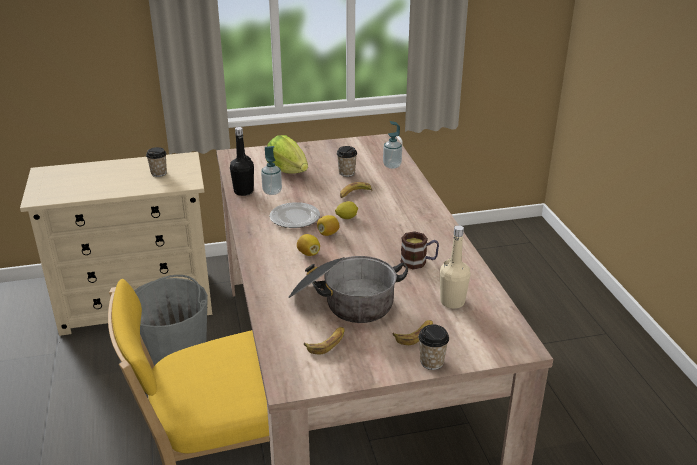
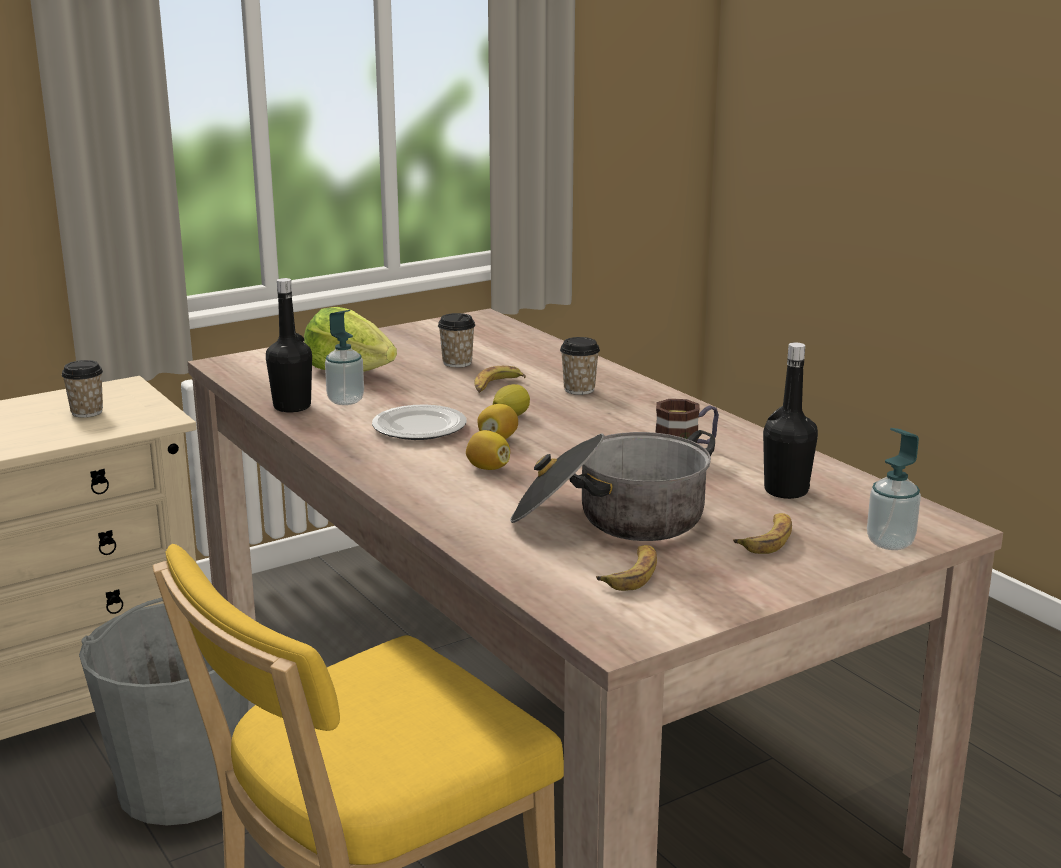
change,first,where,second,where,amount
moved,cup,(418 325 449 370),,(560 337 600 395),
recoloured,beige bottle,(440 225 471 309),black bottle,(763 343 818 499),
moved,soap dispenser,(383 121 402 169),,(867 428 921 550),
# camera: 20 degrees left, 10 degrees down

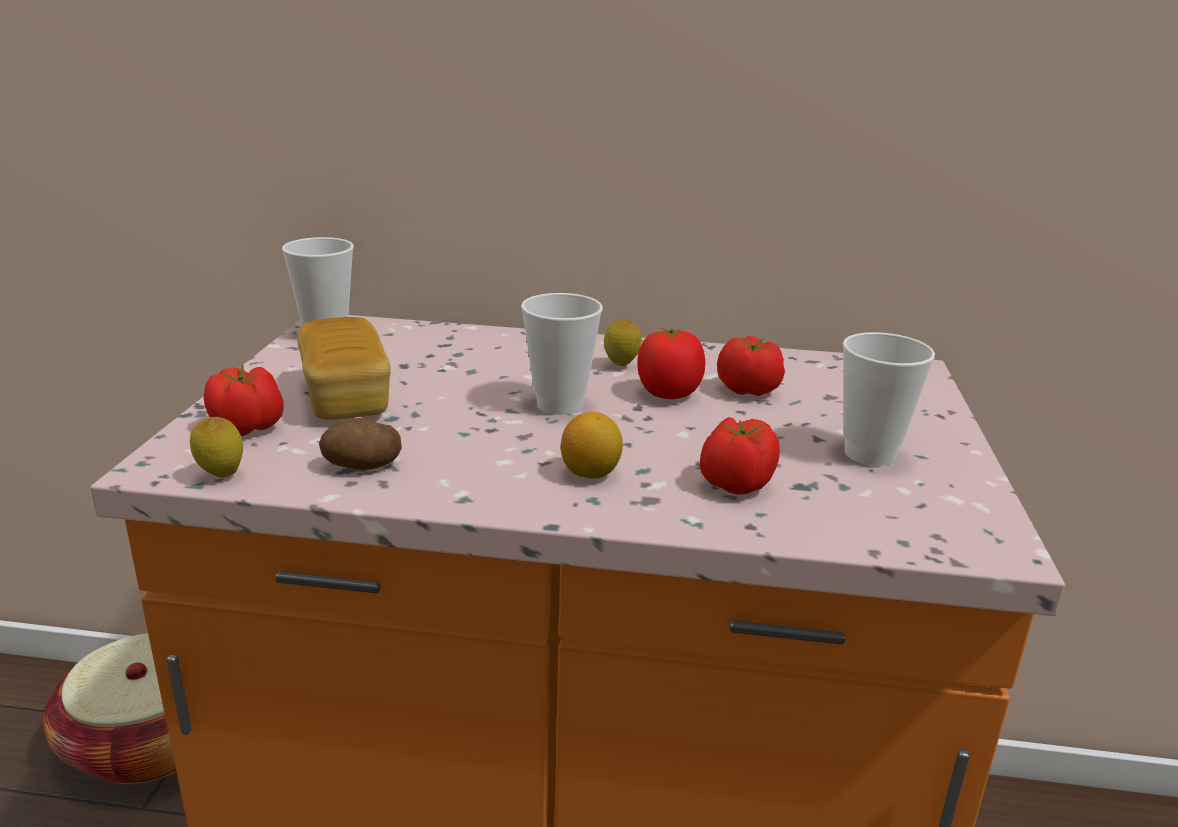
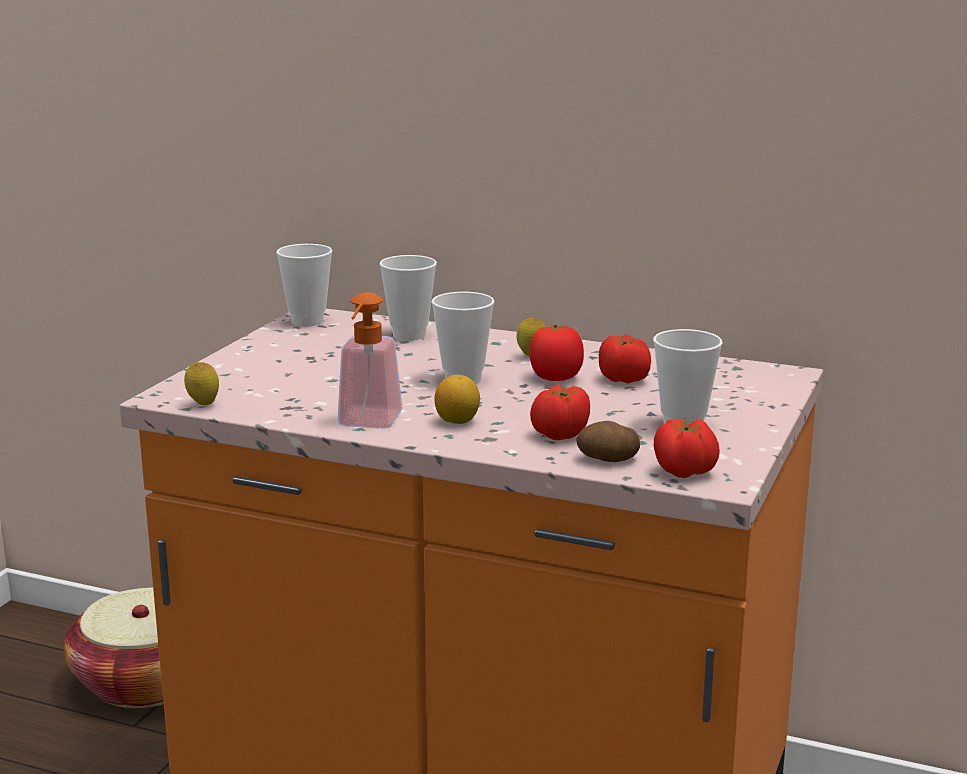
change,first,where,second,where,amount
added,,,soap dispenser,(338 292 403 429),
added,,,cup,(379 255 437 341),
moved,potato,(319 418 402 470),,(576 421 640 462),
moved,tomato,(204 365 284 436),,(654 418 720 478),
removed,bread,(297 317 391 420),,,
# camera: 15 degrees right, 5 degrees down

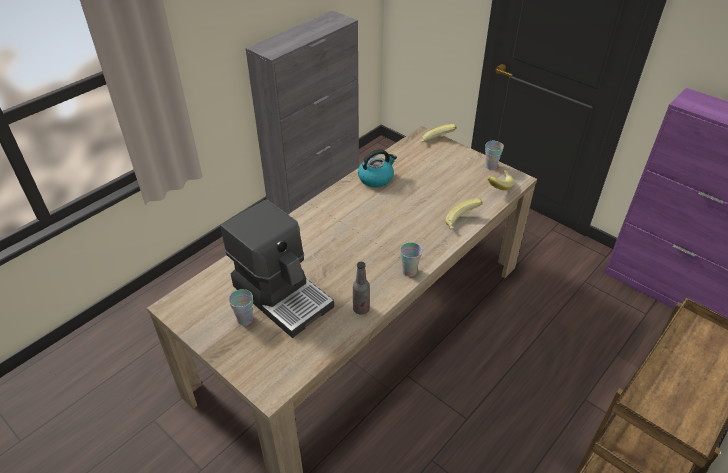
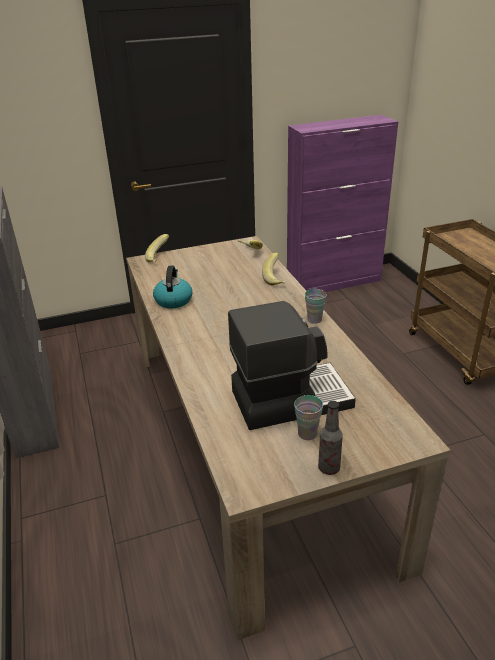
change,first,where,second,where,amount
moved,bottle,(353 262 370 315),,(318 401 343 475),
removed,cup,(485 141 504 170),,,
# camera: 60 degrees left, 10 degrees down

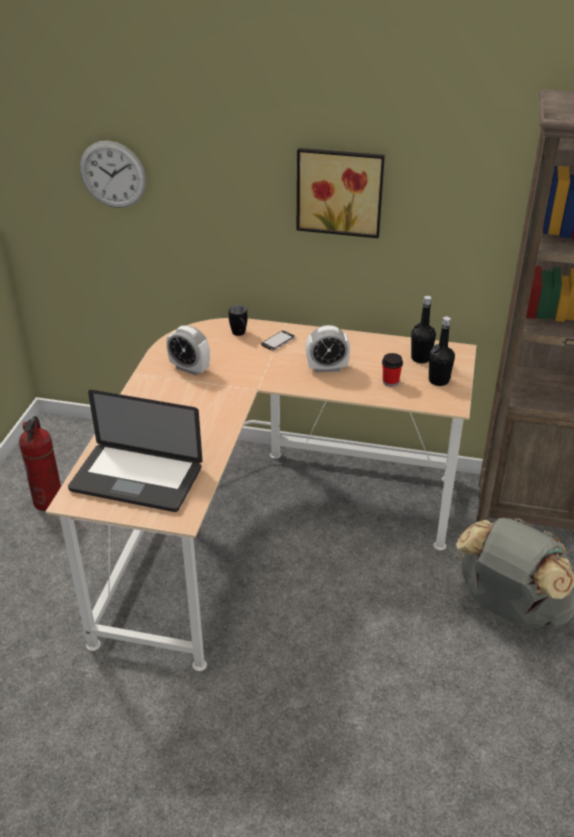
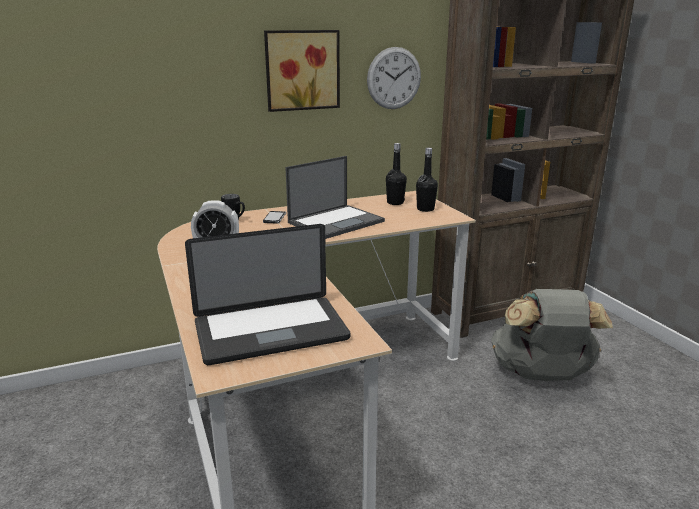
change,first,where,second,where,amount
replaced,alarm clock,(306 325 350 373),laptop,(285 156 385 239),
moved,wall clock,(80 141 146 208),,(367 47 421 109),
removed,fire extinguisher,(19 416 61 511),,,
removed,cup,(382 353 403 387),,,
# camera: 35 degrees left, 15 degrees down

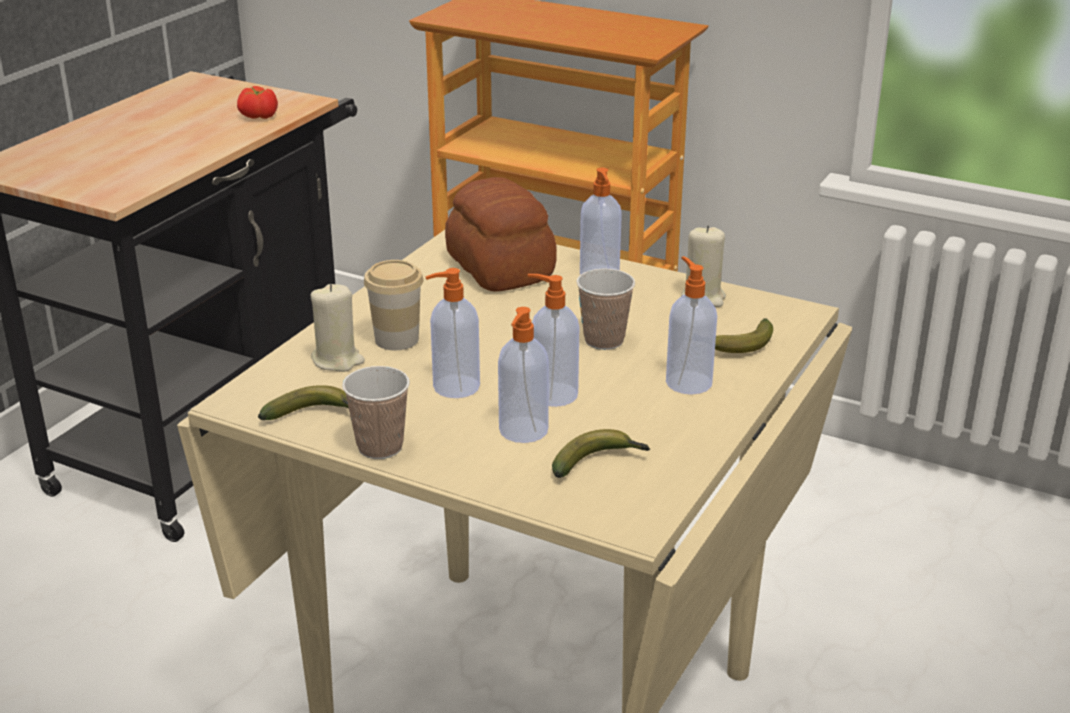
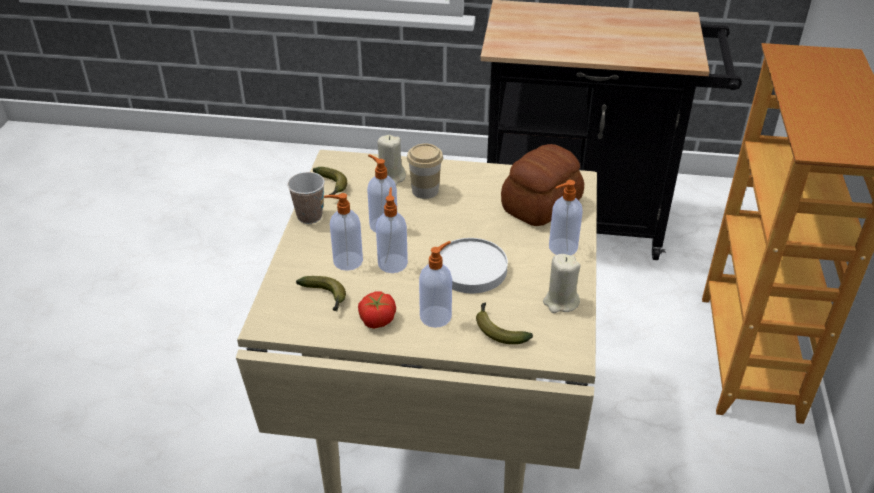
change,first,where,second,where,amount
moved,tomato,(237 86 278 119),,(358 291 396 329),
replaced,cup,(577 269 635 350),white plate,(440 238 508 293),
# camera: 70 degrees right, 10 degrees up

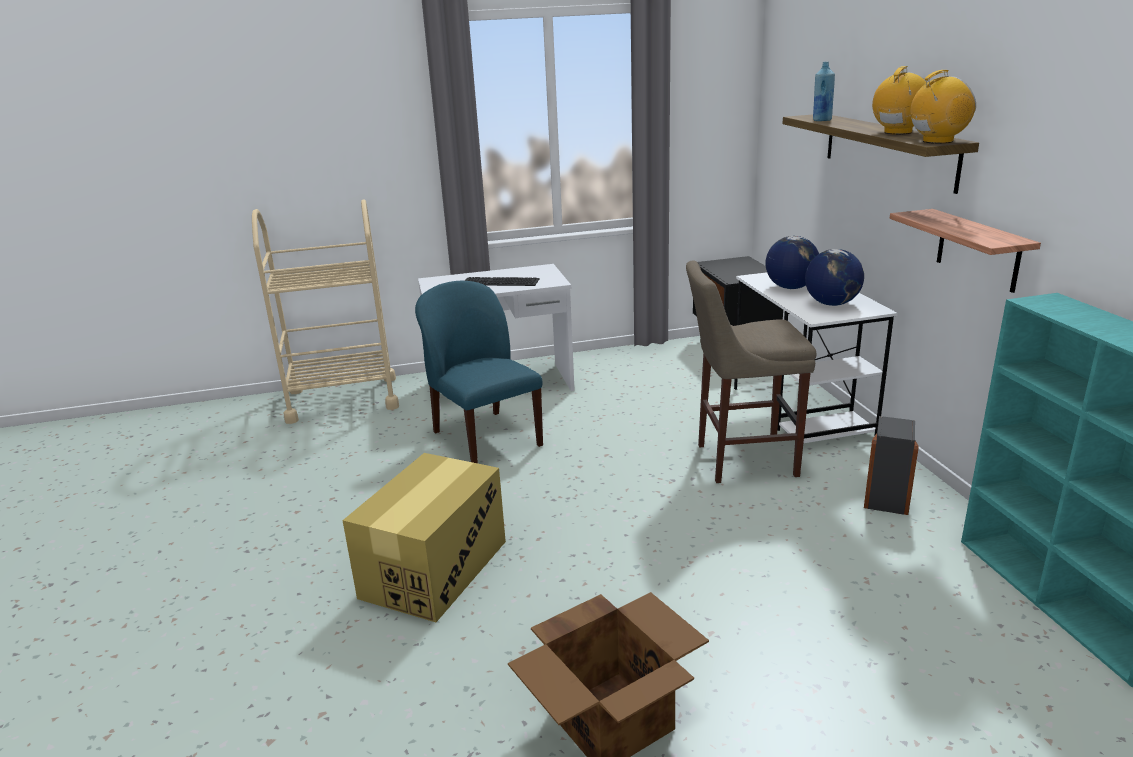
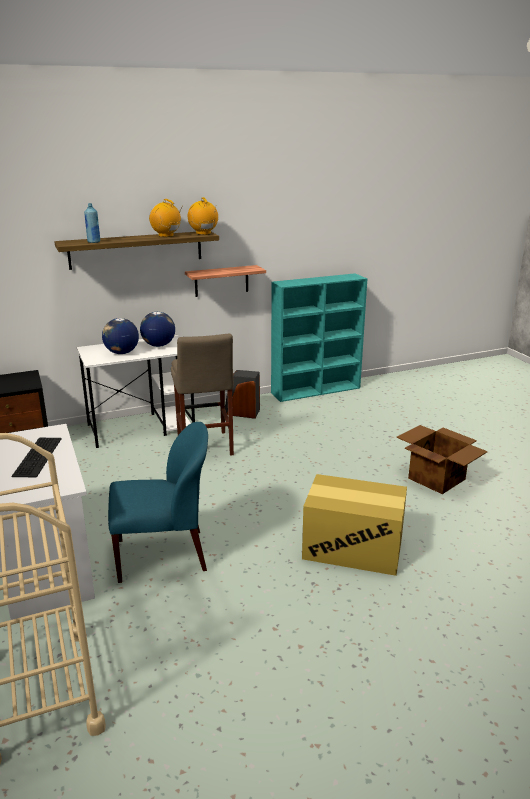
change,first,where,second,where,amount
turned,blue chair,(415 281 543 463),,(108 422 208 583),150 degrees counterclockwise
# camera: 100 degrees left, 0 degrees up

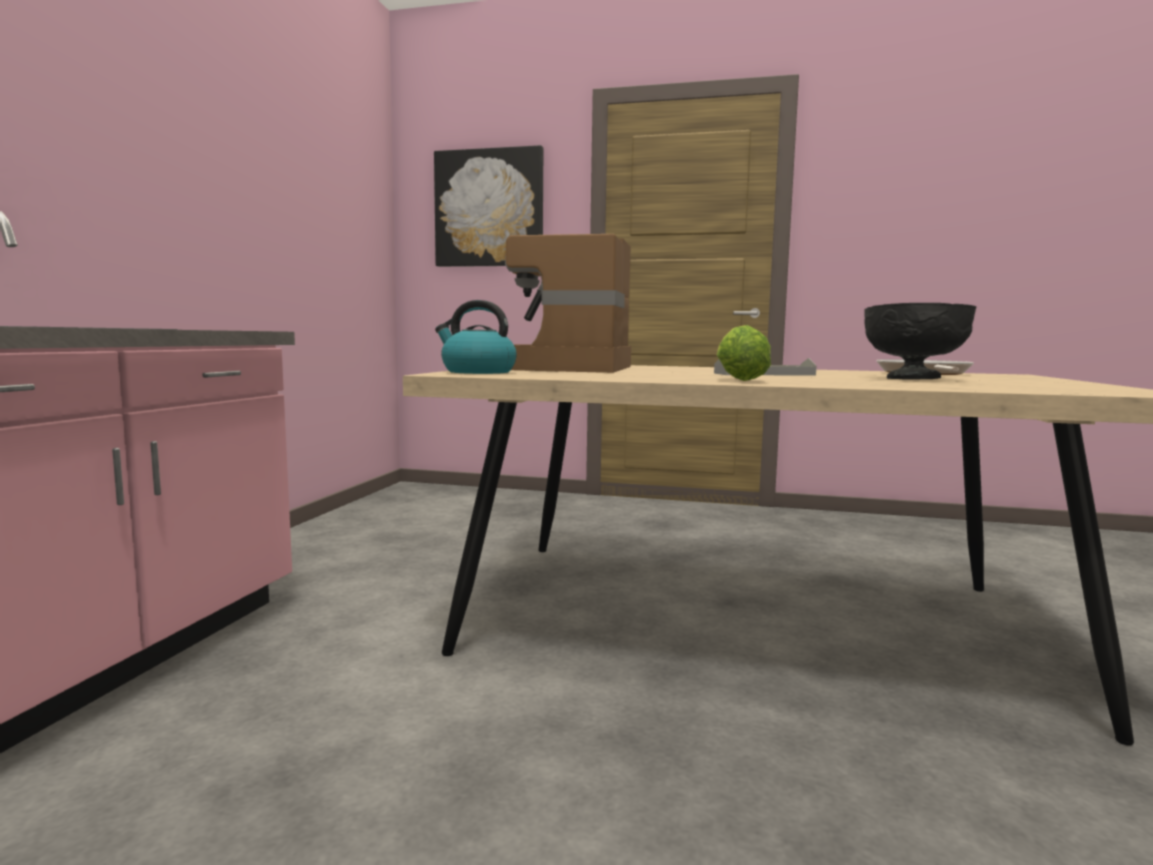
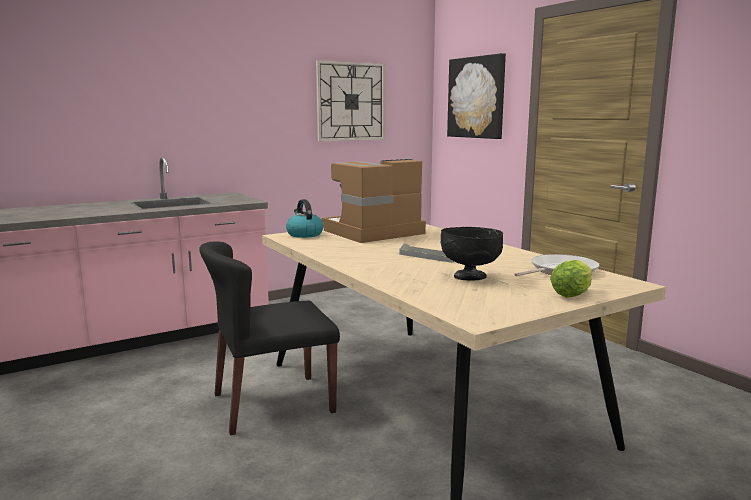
change,first,where,second,where,amount
added,,,black chair,(199 241 340 435),
added,,,wall clock,(316 60 385 141),
moved,lettuce,(717 325 771 381),,(550 260 592 297),
# camera: 45 degrees right, 5 degrees up

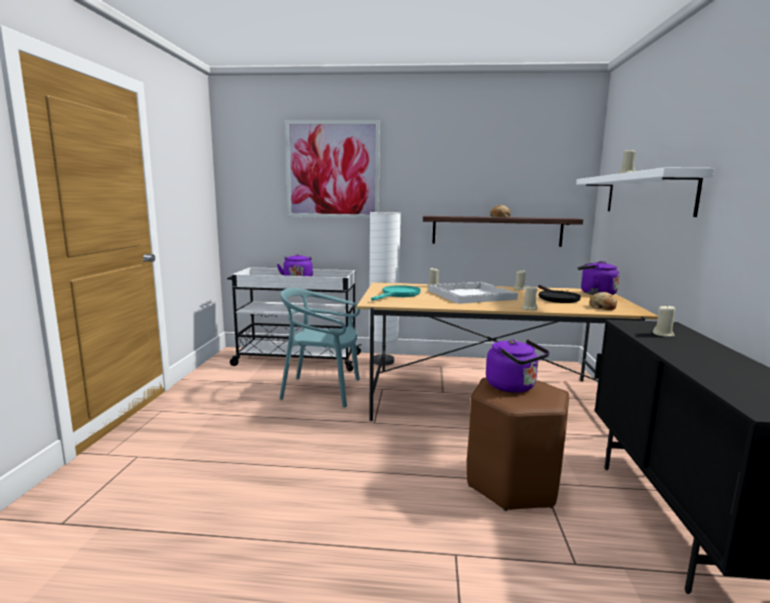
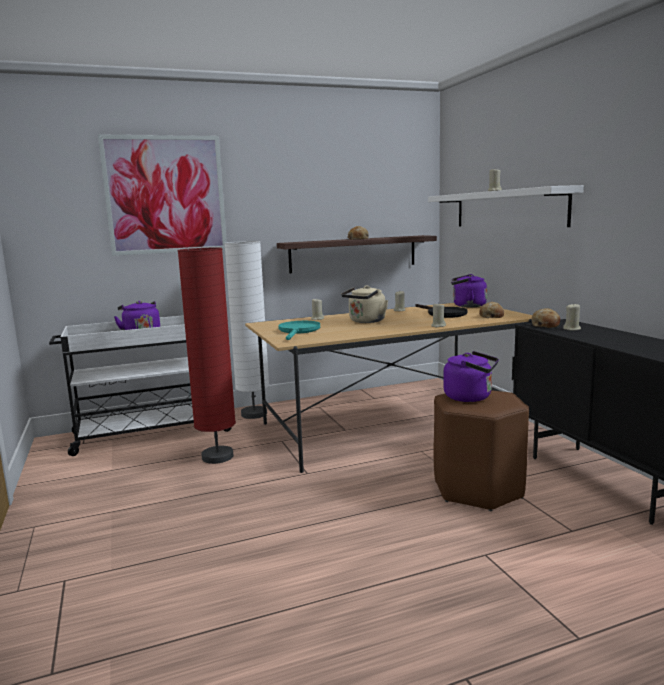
change,first,where,second,where,amount
replaced,turquoise chair,(279 288 360 407),red floor lamp,(178 248 236 464),
replaced,white tray,(428 282 518 304),beige kettle,(341 286 388 323),
added,,,bread,(531 308 560 328),
# camera: 25 degrees left, 0 degrees up

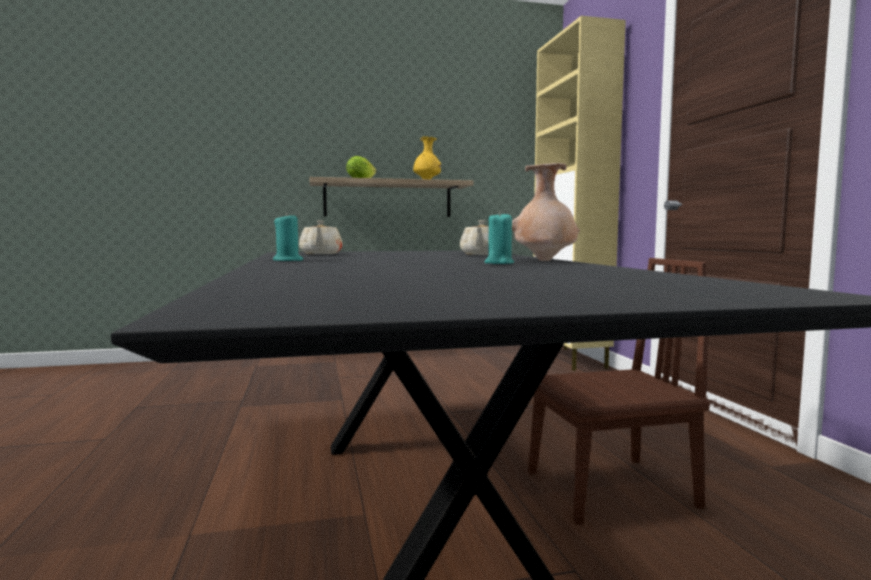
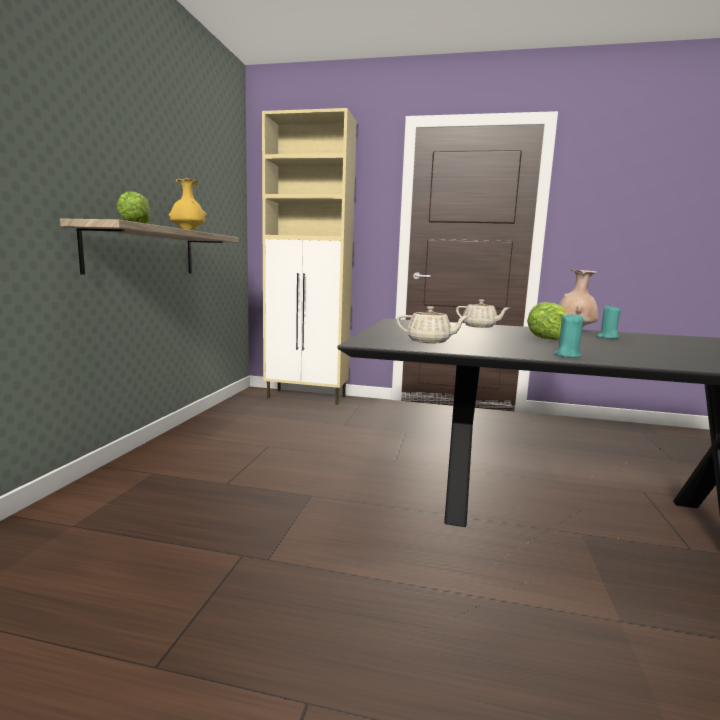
change,first,where,second,where,amount
added,,,lettuce,(527 302 568 340),
removed,brown chair,(528 258 710 525),,,
# camera: 65 degrees left, 5 degrees up

